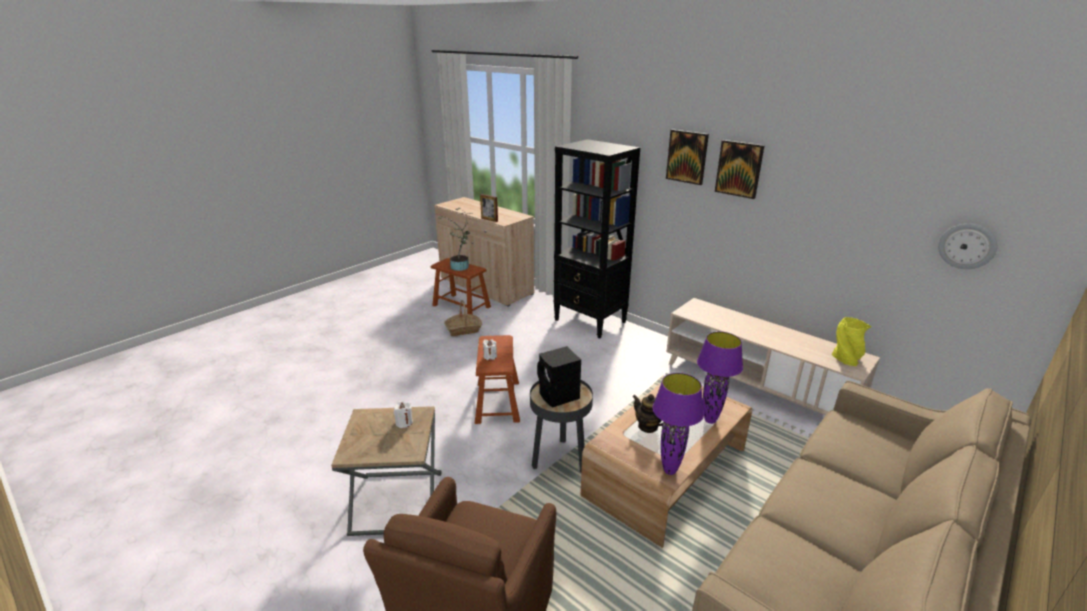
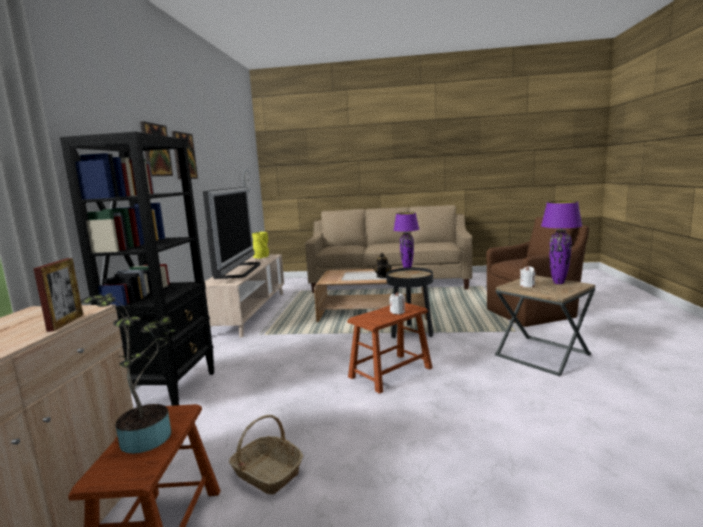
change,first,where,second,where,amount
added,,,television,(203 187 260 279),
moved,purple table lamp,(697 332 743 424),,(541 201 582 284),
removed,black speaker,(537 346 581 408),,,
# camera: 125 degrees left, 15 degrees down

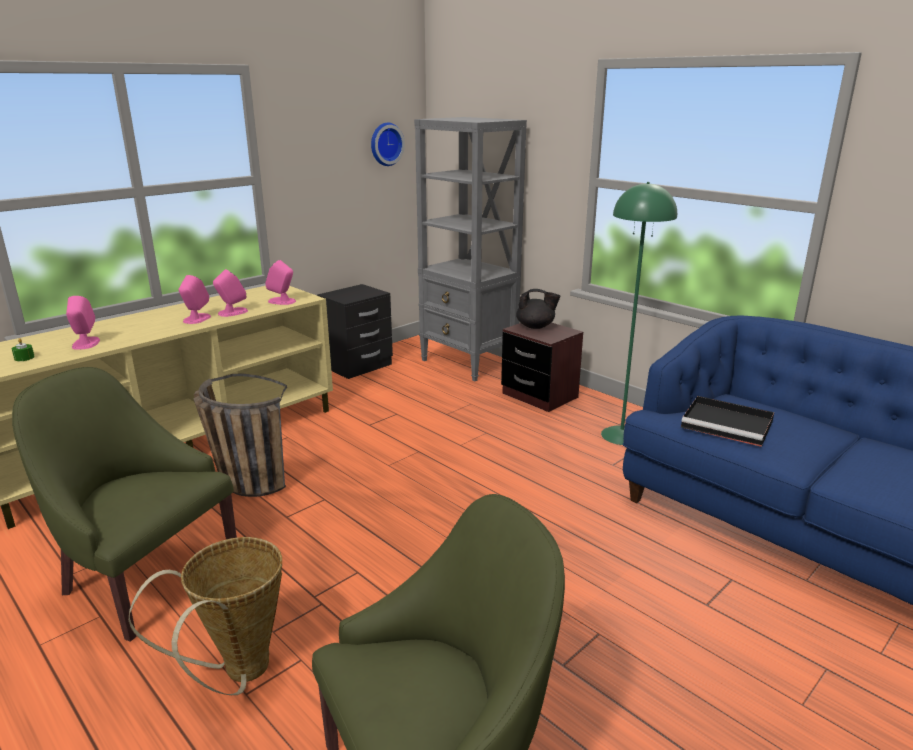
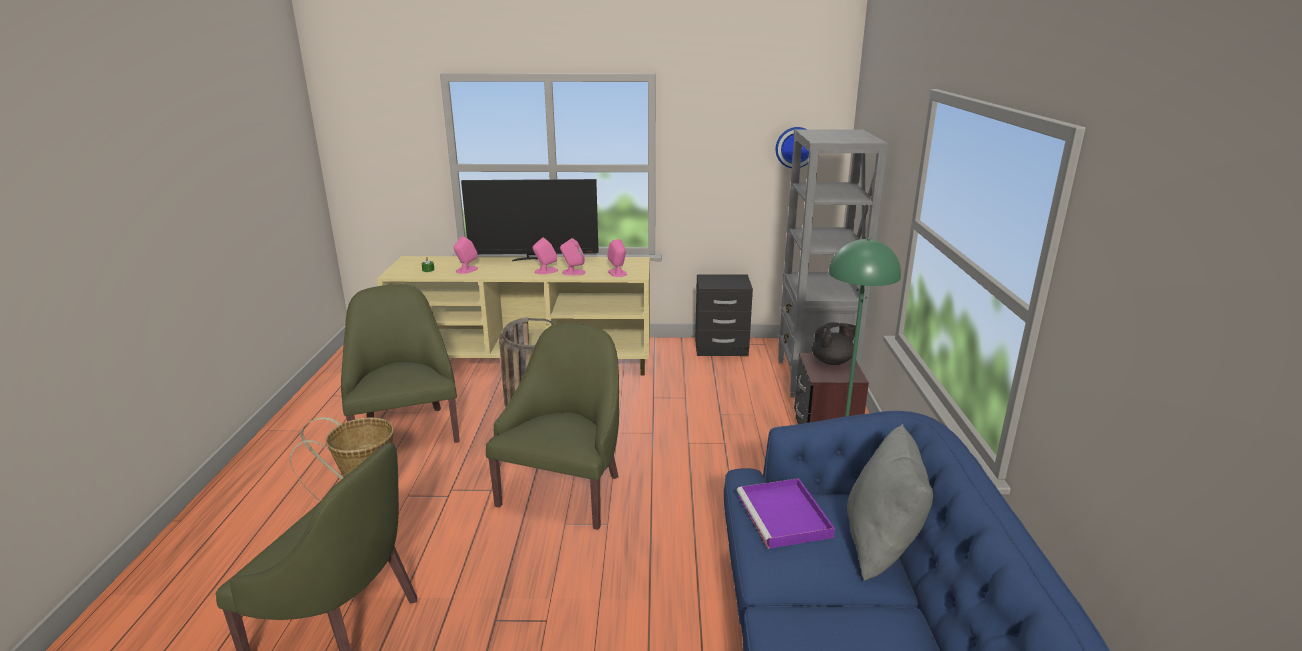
change,first,where,second,where,amount
added,,,television,(461 179 599 261),
added,,,green armchair,(486 324 619 530),
recoloured,black tray,(681 396 774 447),purple tray,(737 478 835 549),
turned,black teapot,(516 289 561 329),,(812 322 856 365),75 degrees counterclockwise
added,,,grey pillow,(847 424 933 581),
# camera: 45 degrees right, 0 degrees up

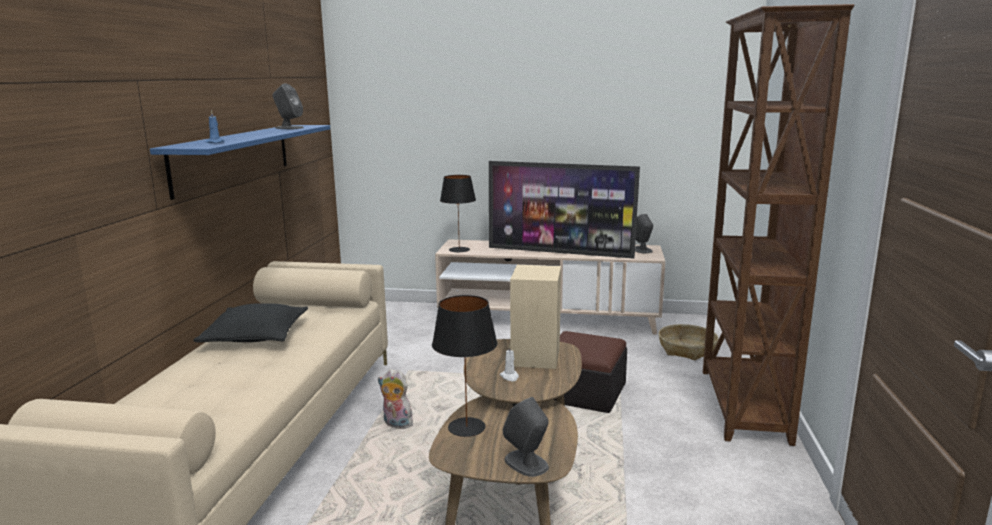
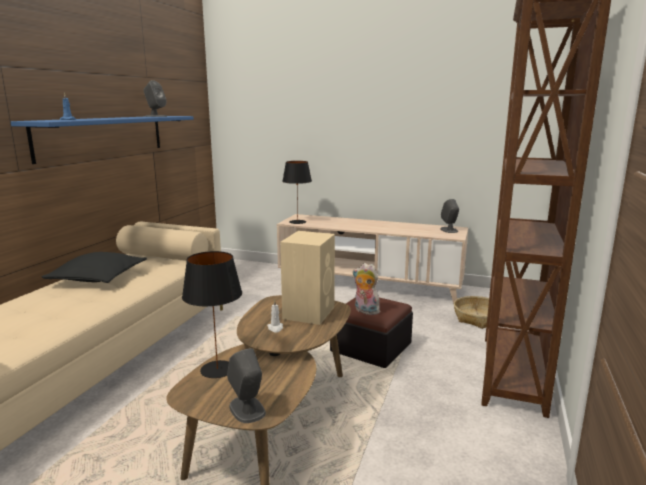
change,first,where,second,where,amount
moved,plush toy,(378 369 415 429),,(352 263 380 315),
removed,television,(489 161 640 259),,,
# camera: 10 degrees right, 0 degrees up

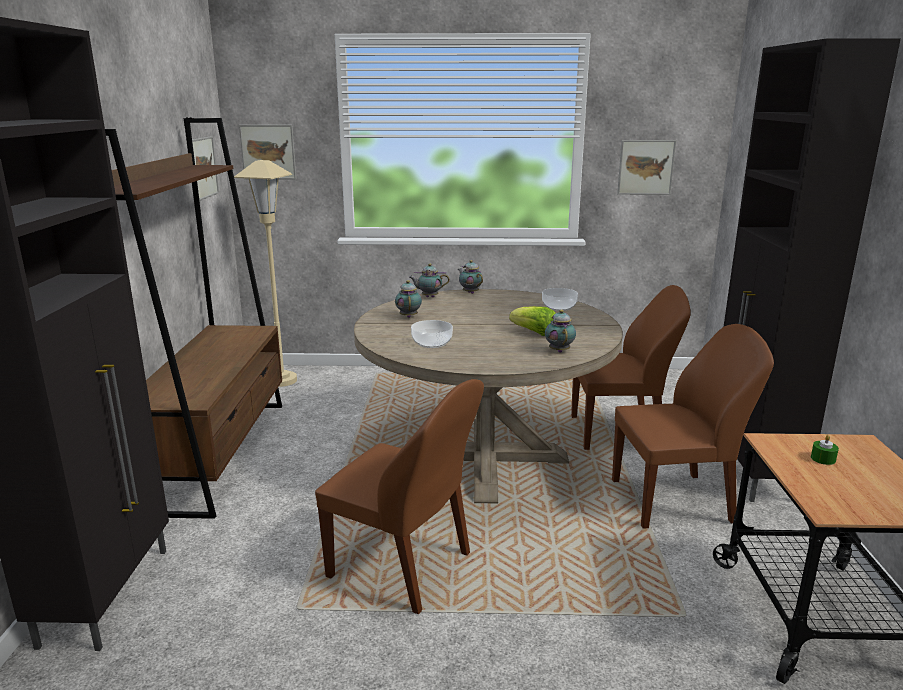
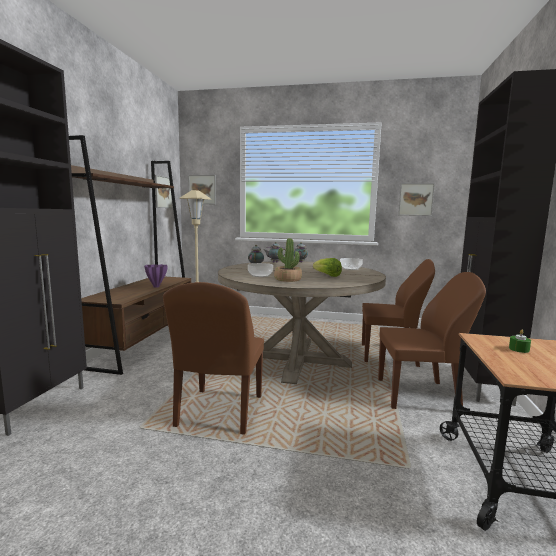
change,first,where,second,where,amount
added,,,purple vase,(144 264 168 288),
turned,brown chair,(315 379 484 614),,(163 282 264 435),60 degrees clockwise
added,,,potted plant,(274 238 302 282),
removed,teapot,(545 310 576 353),,,
# camera: 10 degrees right, 10 degrees down

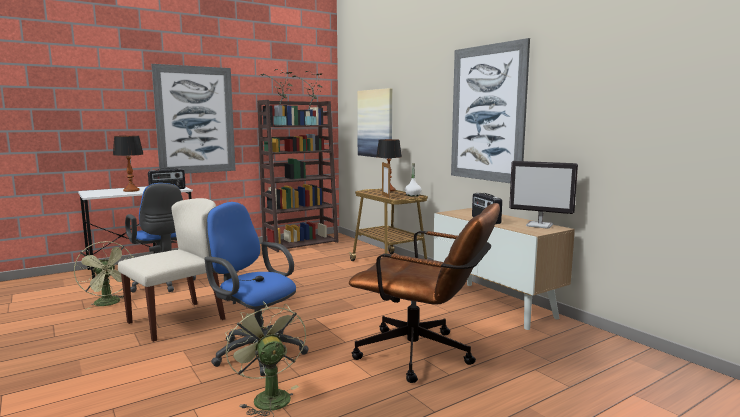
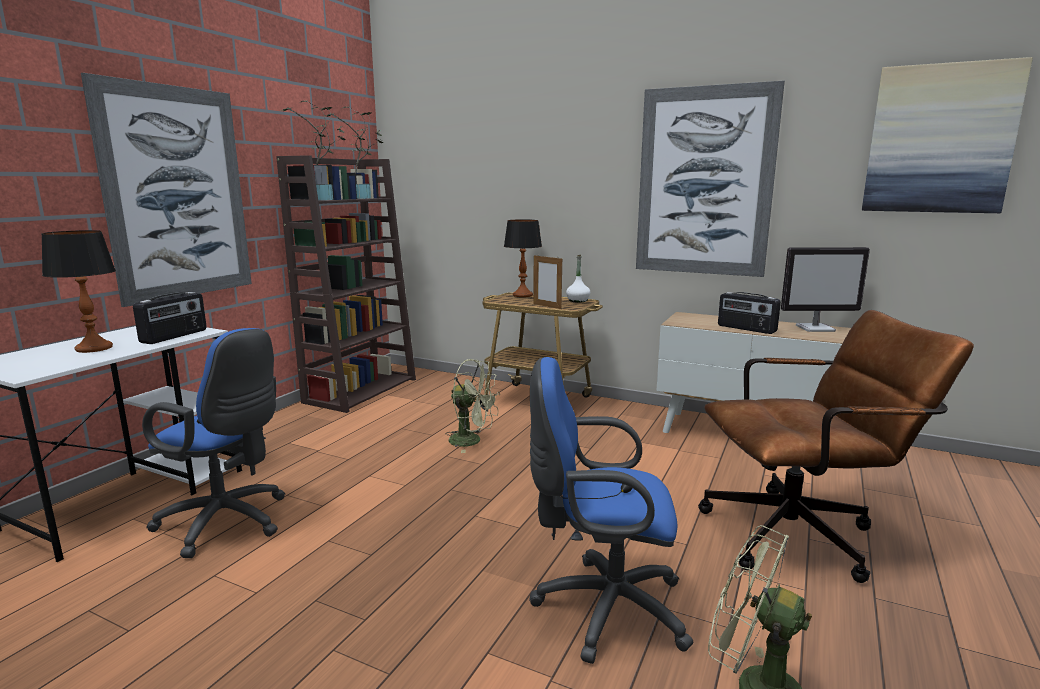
change,first,where,second,where,amount
moved,green fan,(74 241 134 310),,(446 359 500 453),
moved,picture,(357 88 392 159),,(862 57 1033 213),
removed,beige chair,(118 198 225 342),,,
# camera: 30 degrees left, 5 degrees up

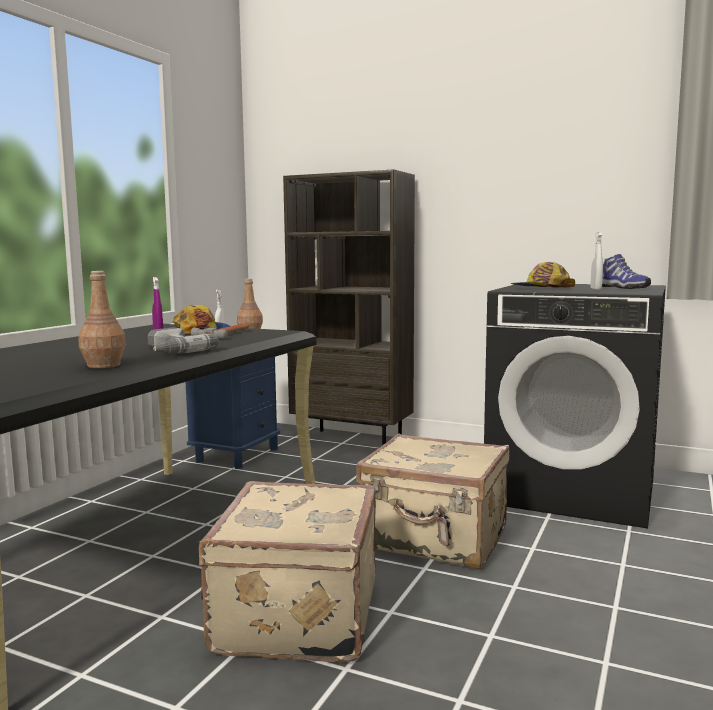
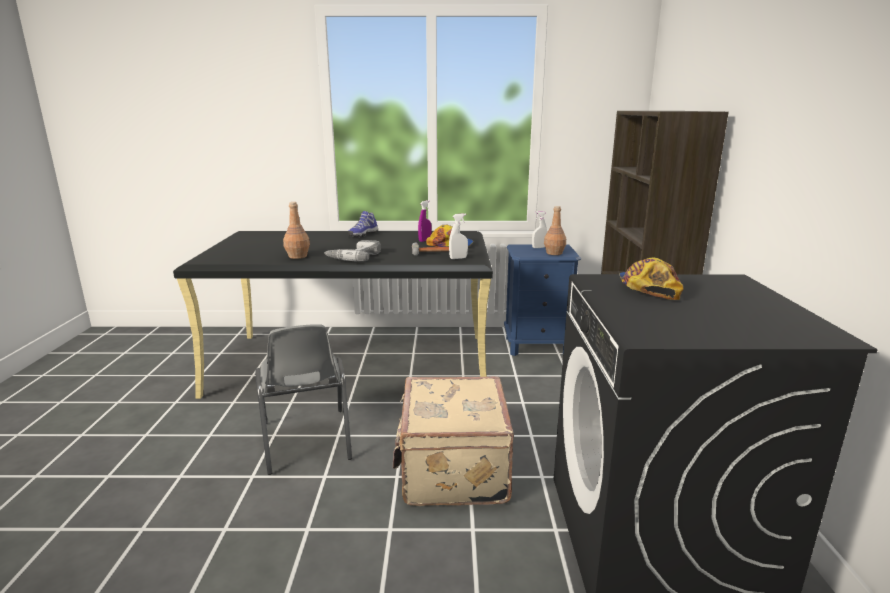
change,first,where,second,where,amount
replaced,beige suitcase,(199 481 376 662),grey chair,(255 324 352 475),
moved,shoe,(602 254 651 289),,(348 211 378 237),
moved,white spray bottle,(591 232 603 290),,(449 213 468 259),
# camera: 65 degrees right, 10 degrees up

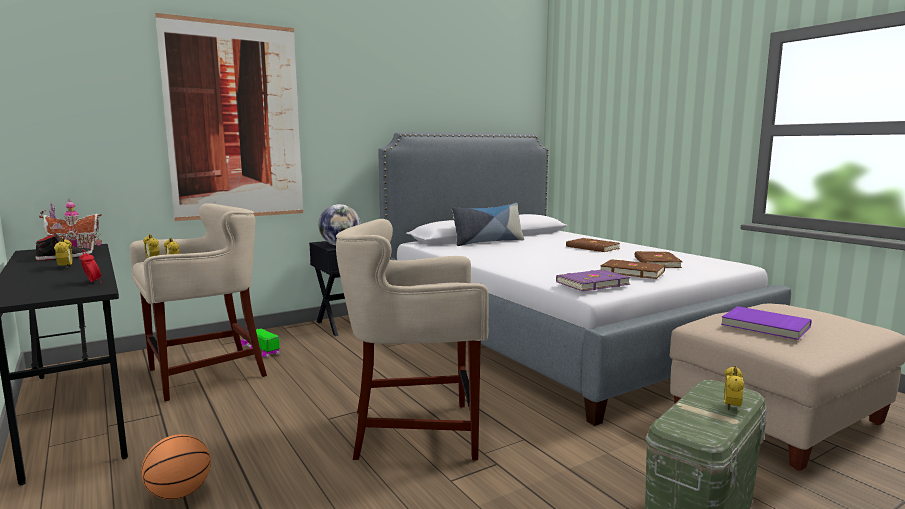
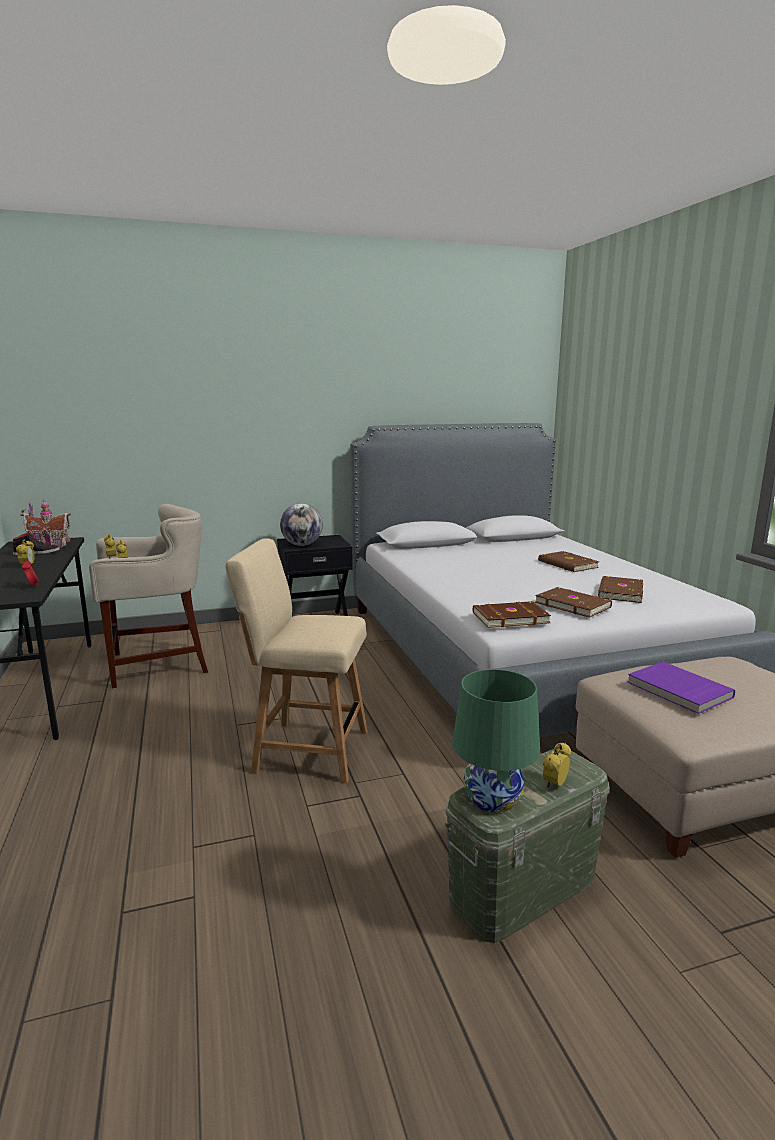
change,first,where,second,where,amount
replaced,beige stool,(336 219 489 461),beige chair,(226 539 367 783),
added,,,green table lamp,(452 669 540 813),
recoloured,purple book,(556 269 631 291),brown book,(473 601 551 628),
removed,basketball,(141 434 211 499),,,
removed,picture,(155 13 303 221),,,
removed,toy truck,(241 329 280 358),,,
removed,pillow,(452 203 524 246),,,
# camera: 15 degrees right, 5 degrees up

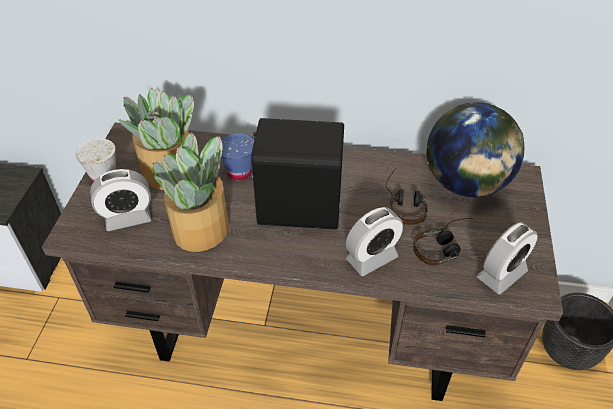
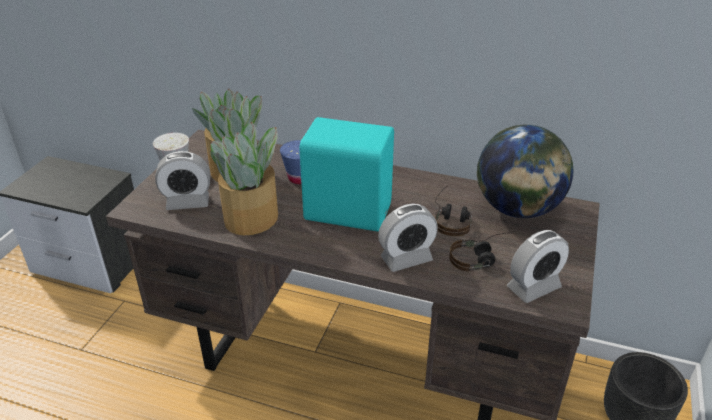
change,first,where,second,where,amount
recoloured,black speaker,(251 118 344 229),turquoise speaker,(299 117 394 232),
# camera: 10 degrees right, 10 degrees down

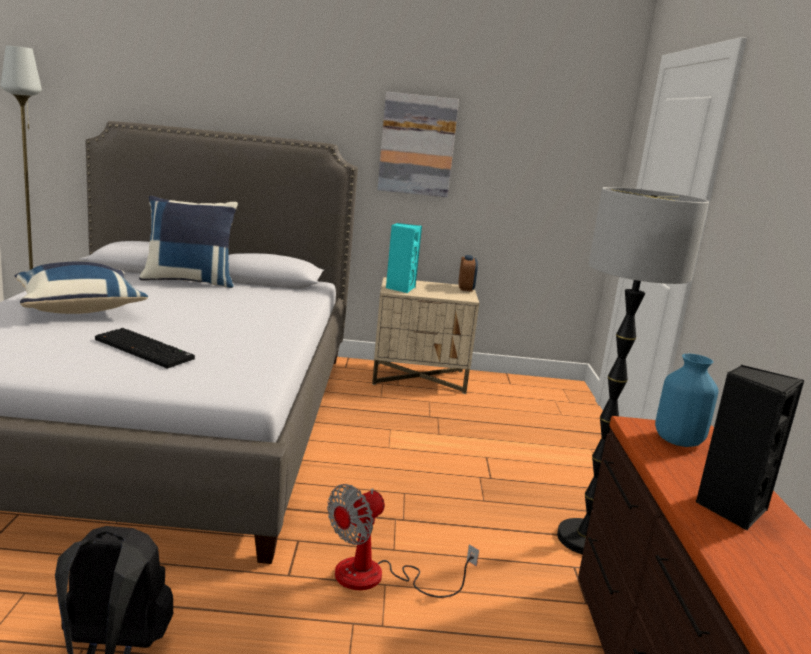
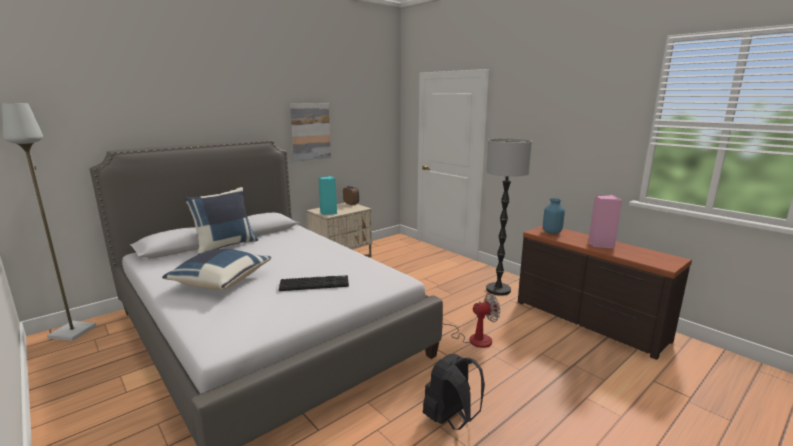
change,first,where,second,where,amount
turned,fan,(327 484 479 598),,(443 293 500 348),105 degrees counterclockwise
recoloured,black speaker,(696 365 804 531),pink speaker,(588 195 622 249),
# camera: 40 degrees left, 0 degrees up

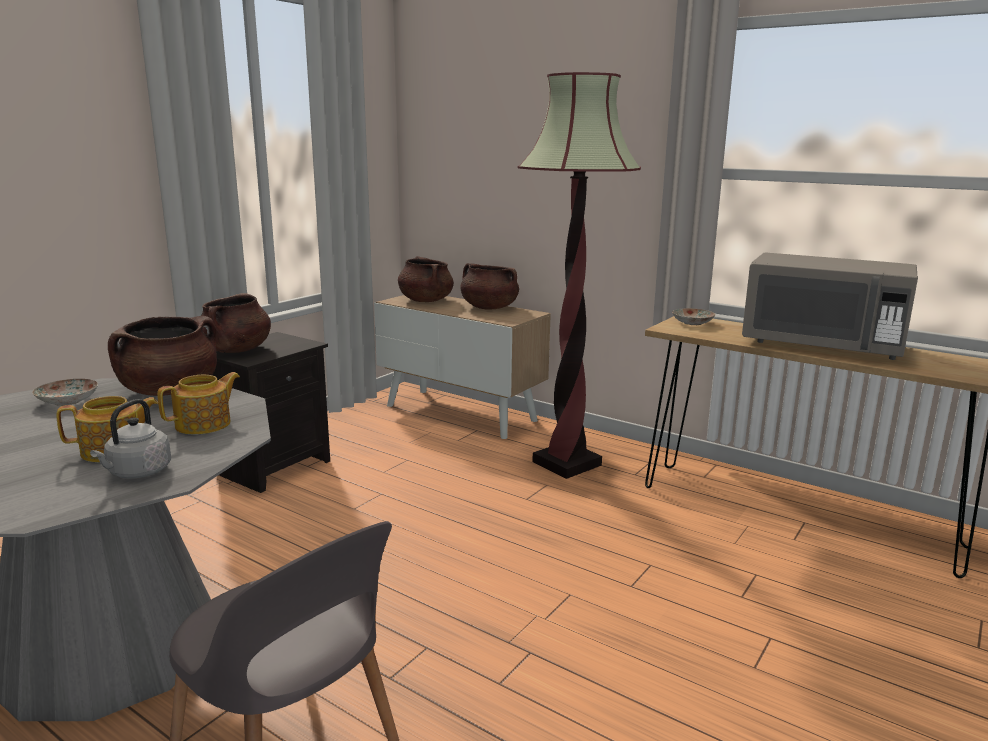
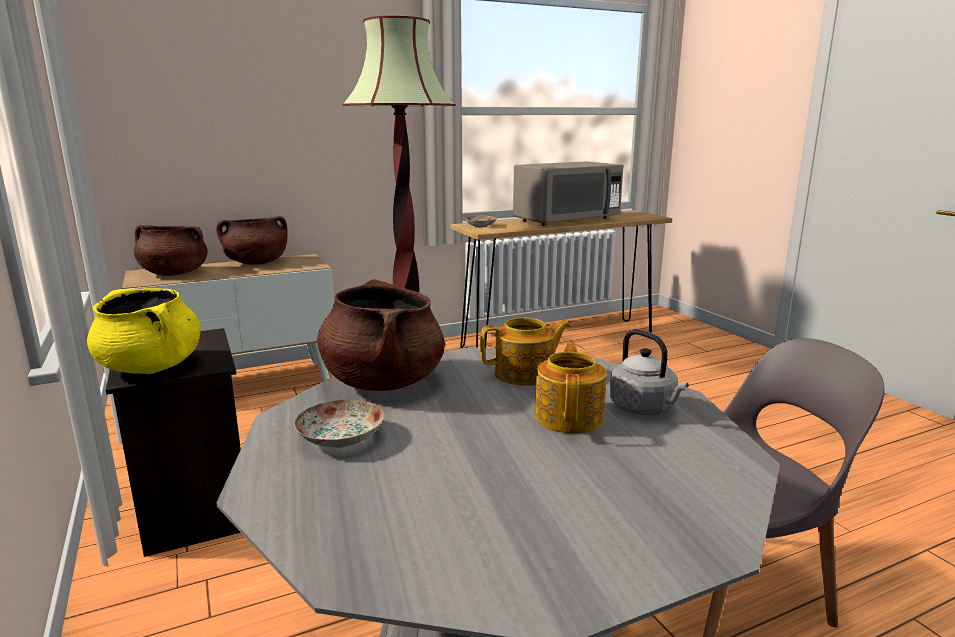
change,first,where,second,where,amount
recoloured,brown cooking pot,(201 293 271 353),yellow cooking pot,(87 288 201 374),
turned,teapot,(157 372 240 434),,(480 318 571 386),90 degrees clockwise
# camera: 60 degrees left, 0 degrees up

